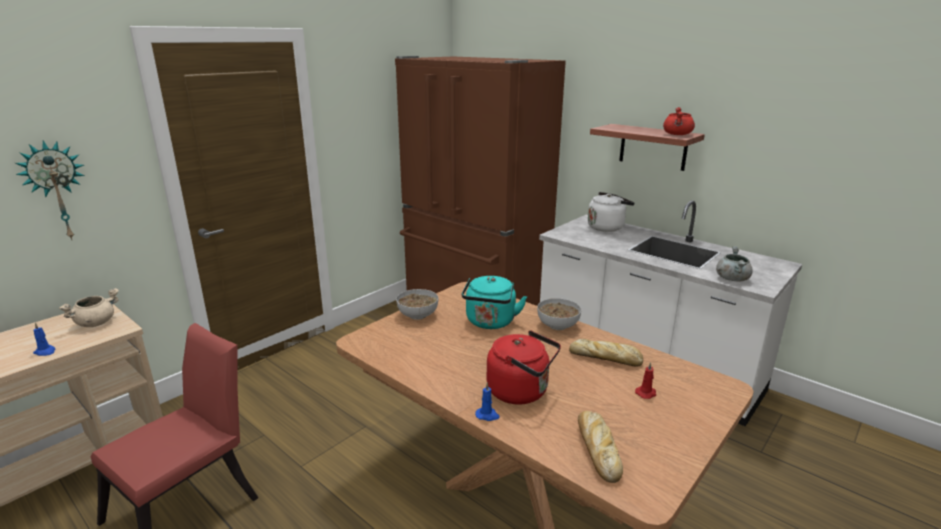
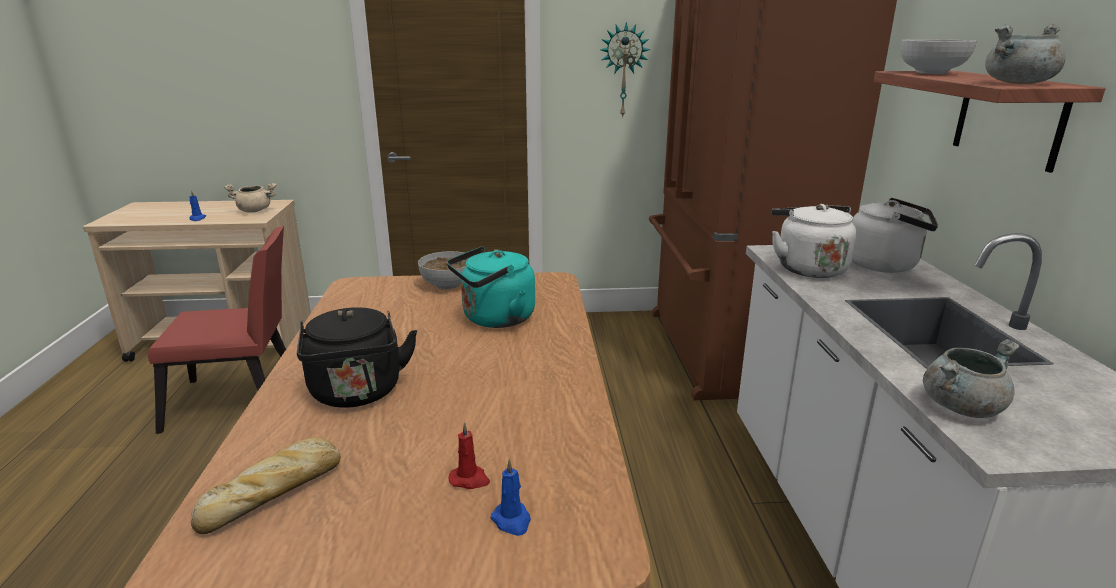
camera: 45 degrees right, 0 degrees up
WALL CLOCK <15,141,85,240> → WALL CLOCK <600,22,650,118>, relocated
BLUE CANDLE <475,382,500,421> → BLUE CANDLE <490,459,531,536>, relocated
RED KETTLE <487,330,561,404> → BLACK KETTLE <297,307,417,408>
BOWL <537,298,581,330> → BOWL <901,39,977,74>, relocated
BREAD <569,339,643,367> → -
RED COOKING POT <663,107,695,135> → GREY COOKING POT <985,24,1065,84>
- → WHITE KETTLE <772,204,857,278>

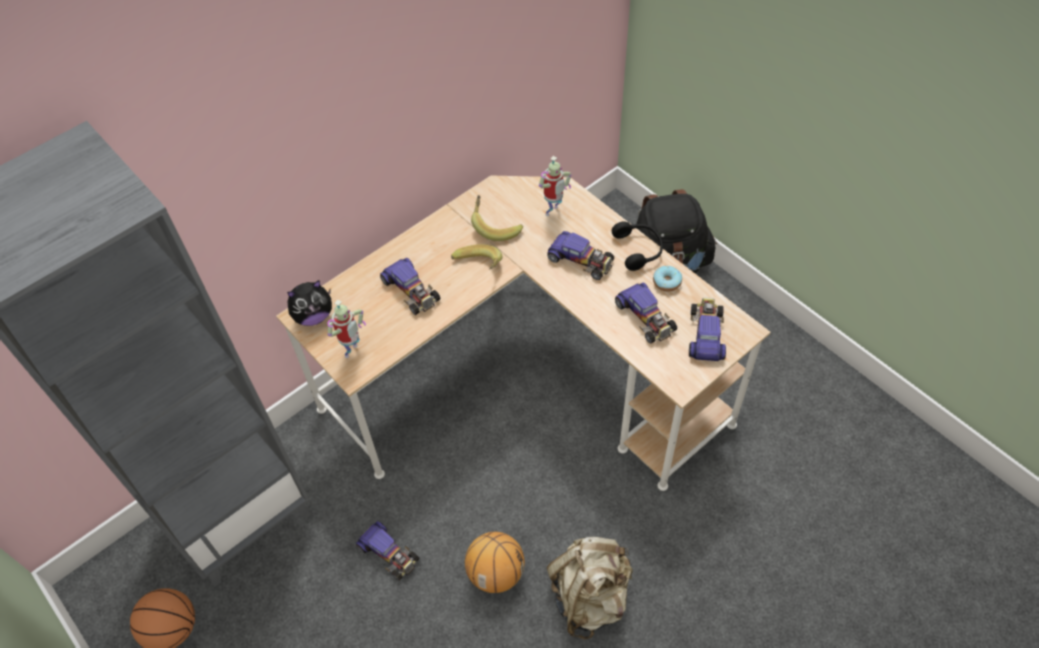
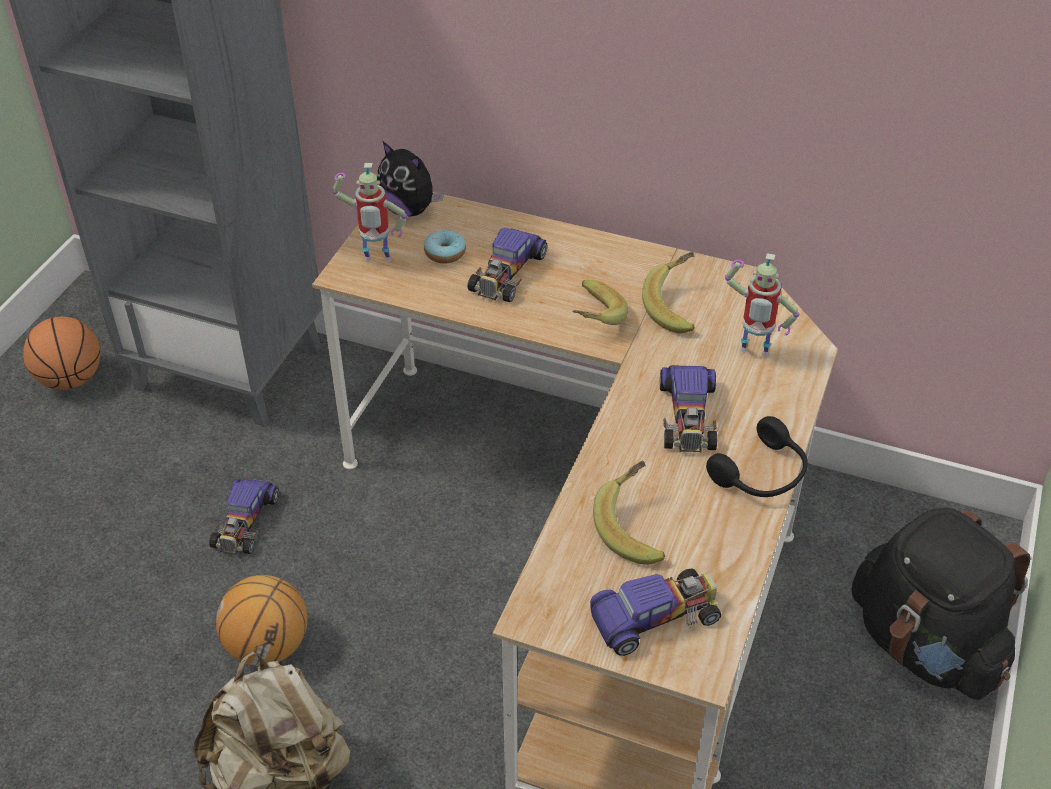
camera: 60 degrees right, 10 degrees down
TOY CAR <615,283,677,344> → BANANA <593,461,665,565>
DONUT <653,266,682,292> → DONUT <424,230,466,264>, relocated

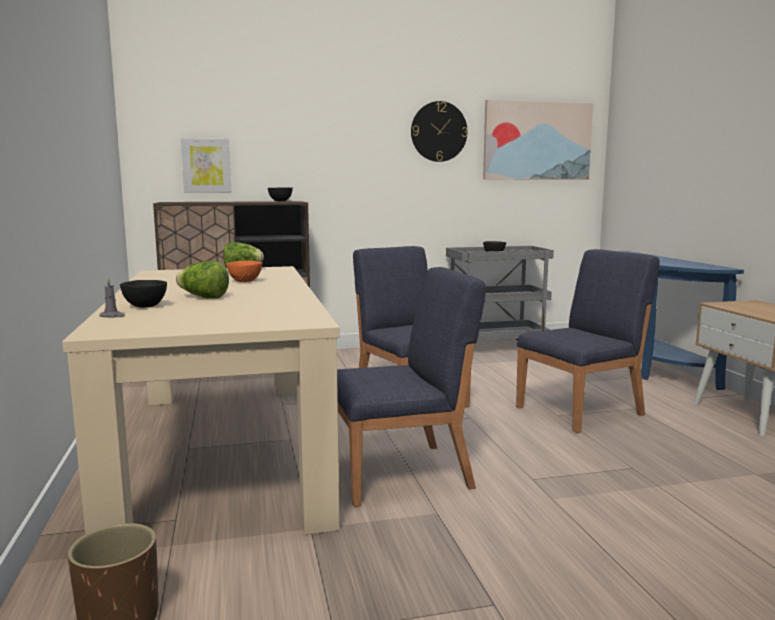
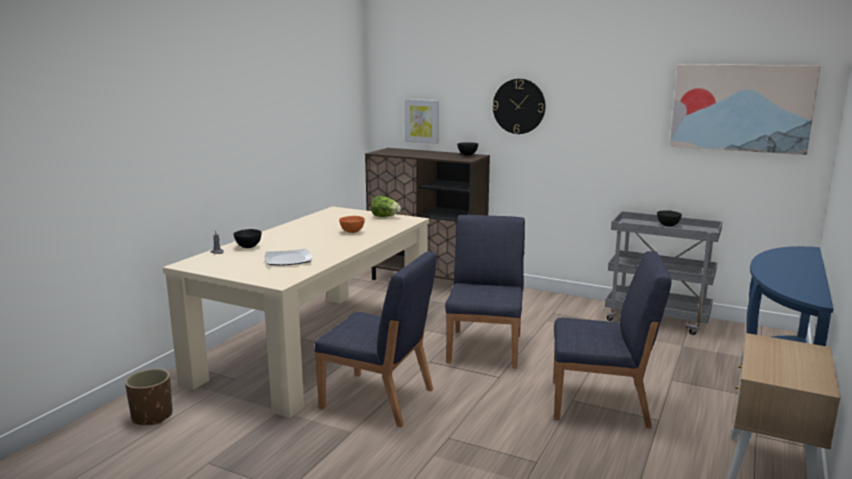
camera: 40 degrees right, 5 degrees up
LETTUCE <176,261,229,298> → -
WALL CLOCK <411,101,468,162> → WALL CLOCK <493,79,545,134>, relocated
- → PLATE <265,249,312,266>

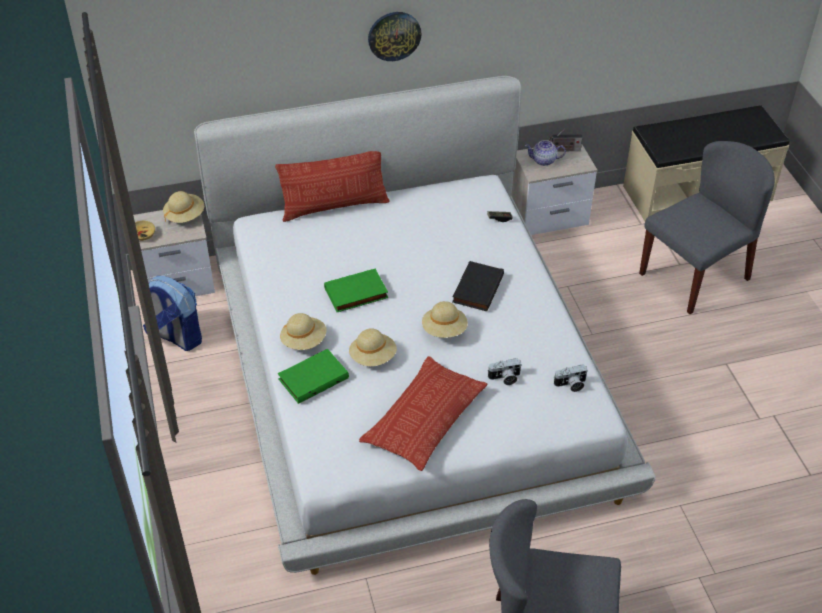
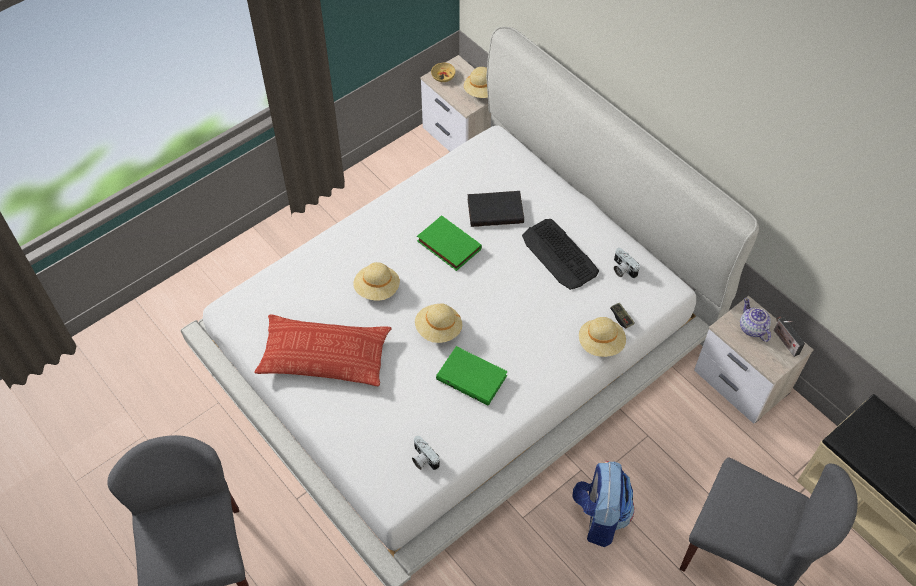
camera: 65 degrees right, 10 degrees up
BACKPACK <143,276,202,351> → BACKPACK <572,461,634,547>, relocated
PILLOW <275,151,390,222> → -
GREEN BOOK <278,349,349,404> → GREEN BOOK <436,346,508,406>, relocated
BEIGE HAT <280,313,327,350> → BEIGE HAT <579,317,626,357>, relocated
WALL CLOCK <368,12,422,61> → -
BLACK BOOK <452,261,504,312> → BLACK BOOK <468,191,524,227>, relocated
PHOTO CAMERA <487,358,522,385> → PHOTO CAMERA <614,248,640,278>, relocated
- → KEYBOARD <522,219,599,290>

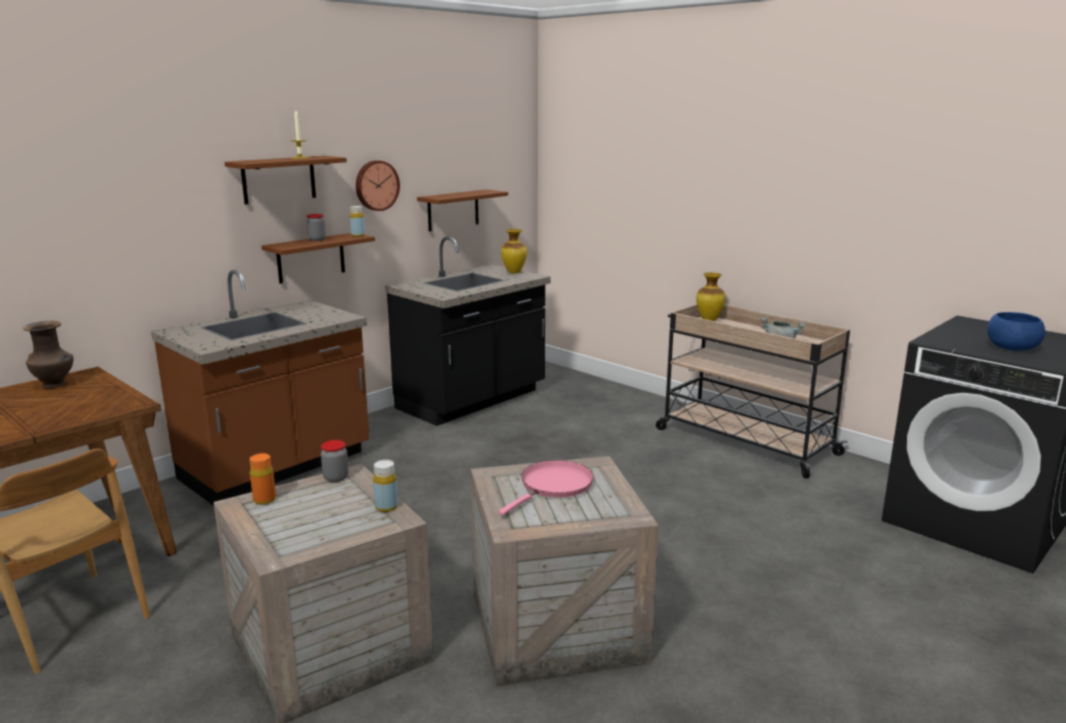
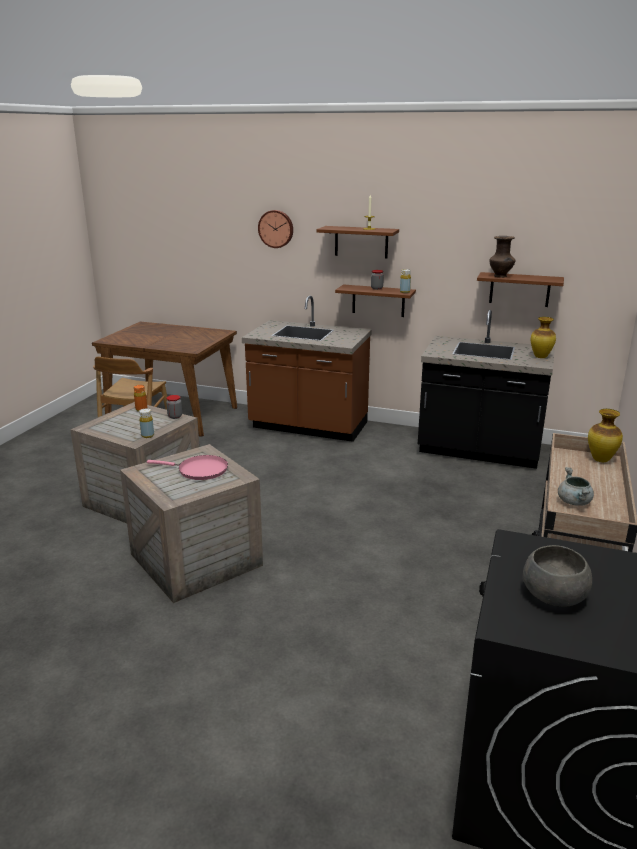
camera: 65 degrees right, 5 degrees up
BROWN VASE <23,321,73,388> → BROWN VASE <489,236,516,278>, relocated
WALL CLOCK <356,160,400,211> → WALL CLOCK <258,210,293,248>, relocated
BLUE BOWL <987,312,1045,351> → GREY BOWL <523,545,592,607>

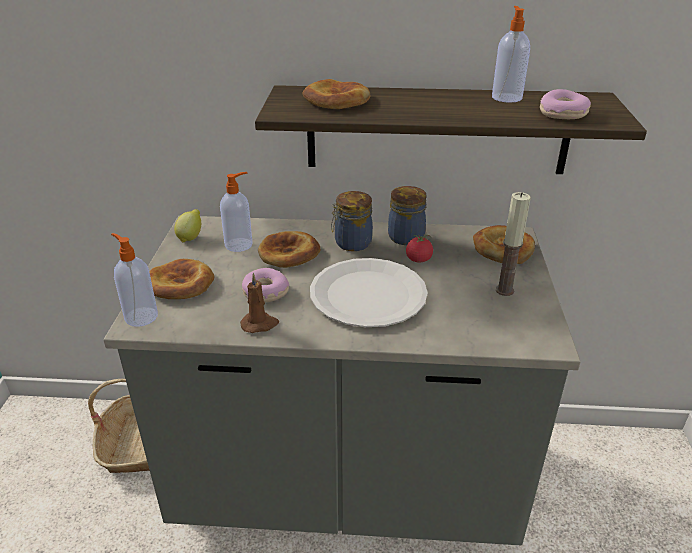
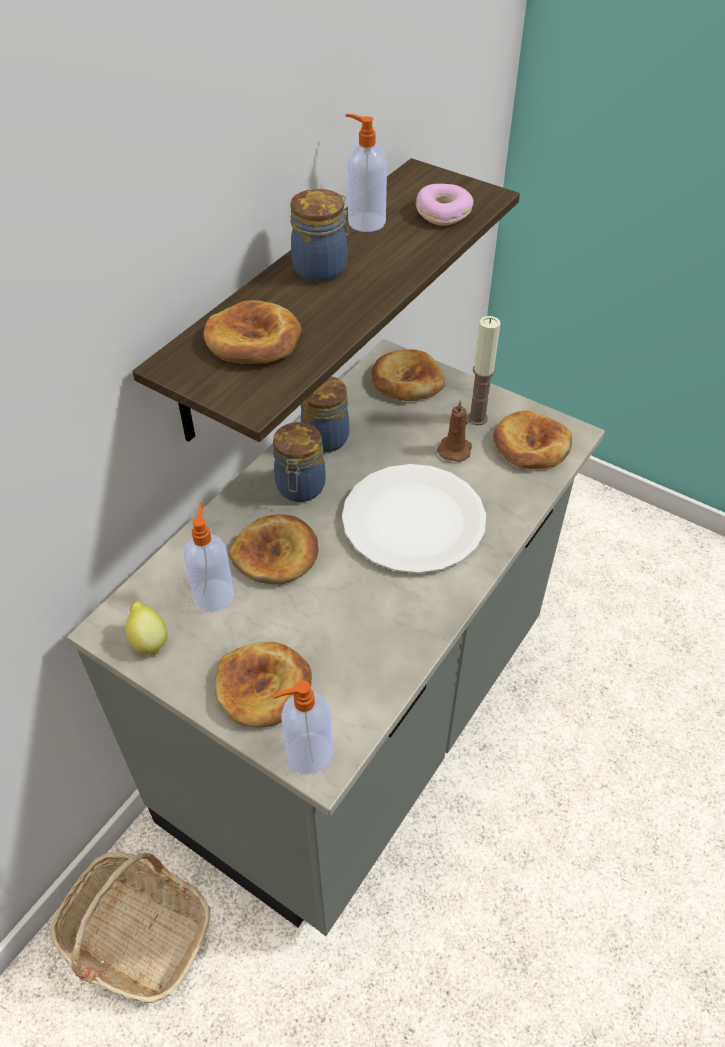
camera: 60 degrees left, 15 degrees up
BROWN CANDLE <240,273,279,333> → BROWN CANDLE <437,399,472,462>, relocated
DONUT <242,268,289,303> → -
TOMATO <406,235,433,262> → -
- → JAR <290,189,349,282>
- → BREAD <493,410,572,469>

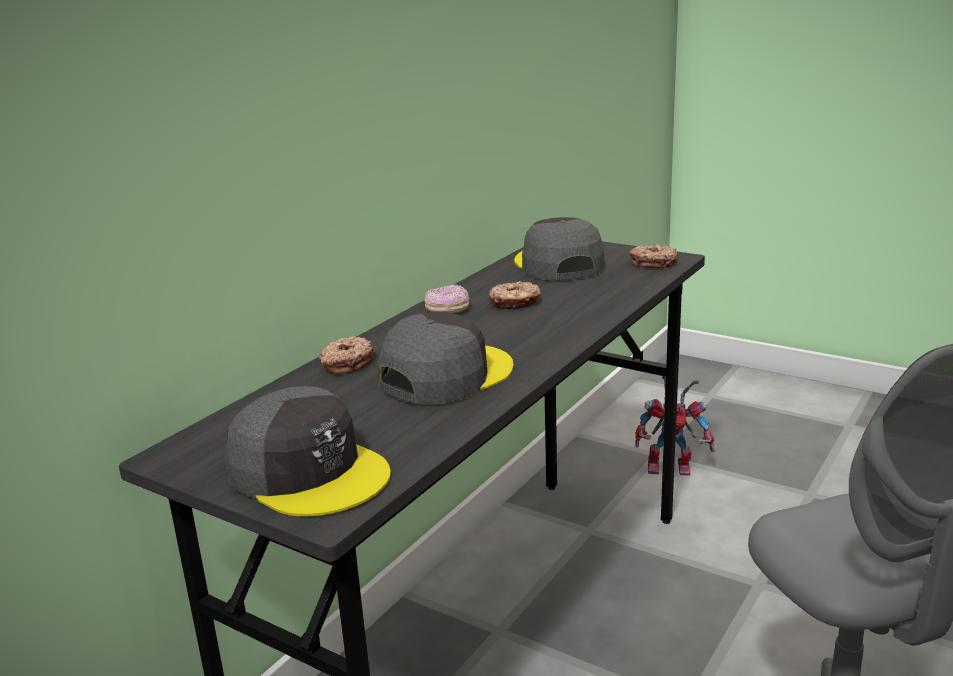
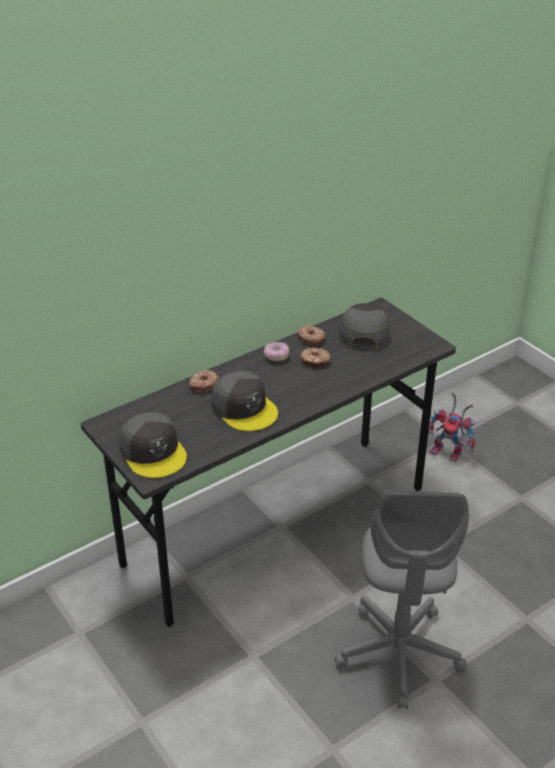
camera: 20 degrees right, 15 degrees up
GREY CAP <378,312,514,405> → GREY CAP <211,371,278,431>, 75 degrees clockwise
DONUT <629,244,678,268> → DONUT <298,325,326,345>, relocated

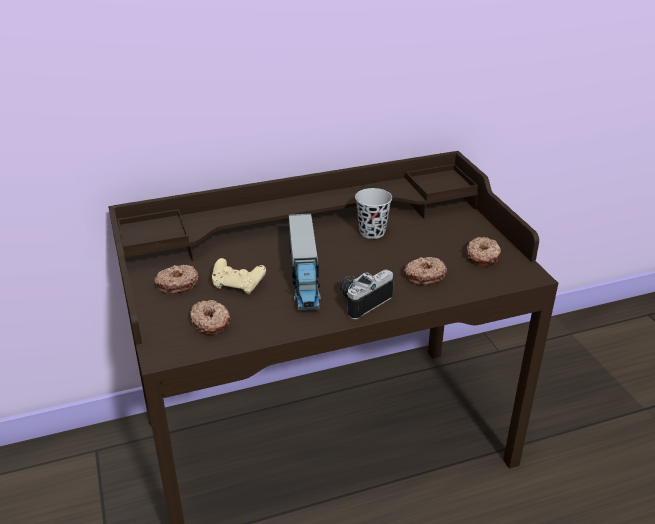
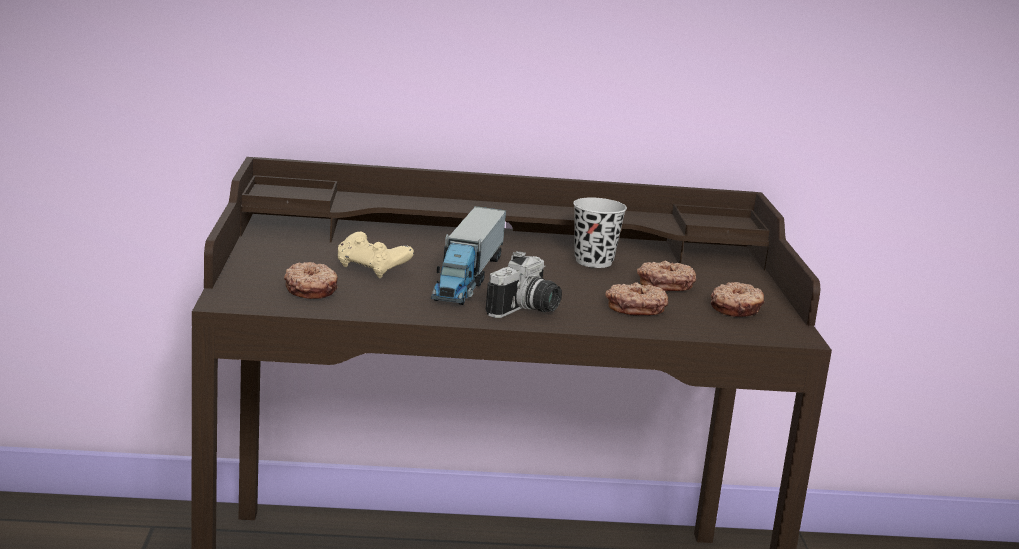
camera: 15 degrees right, 15 degrees down
DONUT <155,265,199,294> → DONUT <637,260,696,291>, relocated
PHOTO CAMERA <340,270,394,319> → PHOTO CAMERA <486,251,562,318>, 150 degrees clockwise

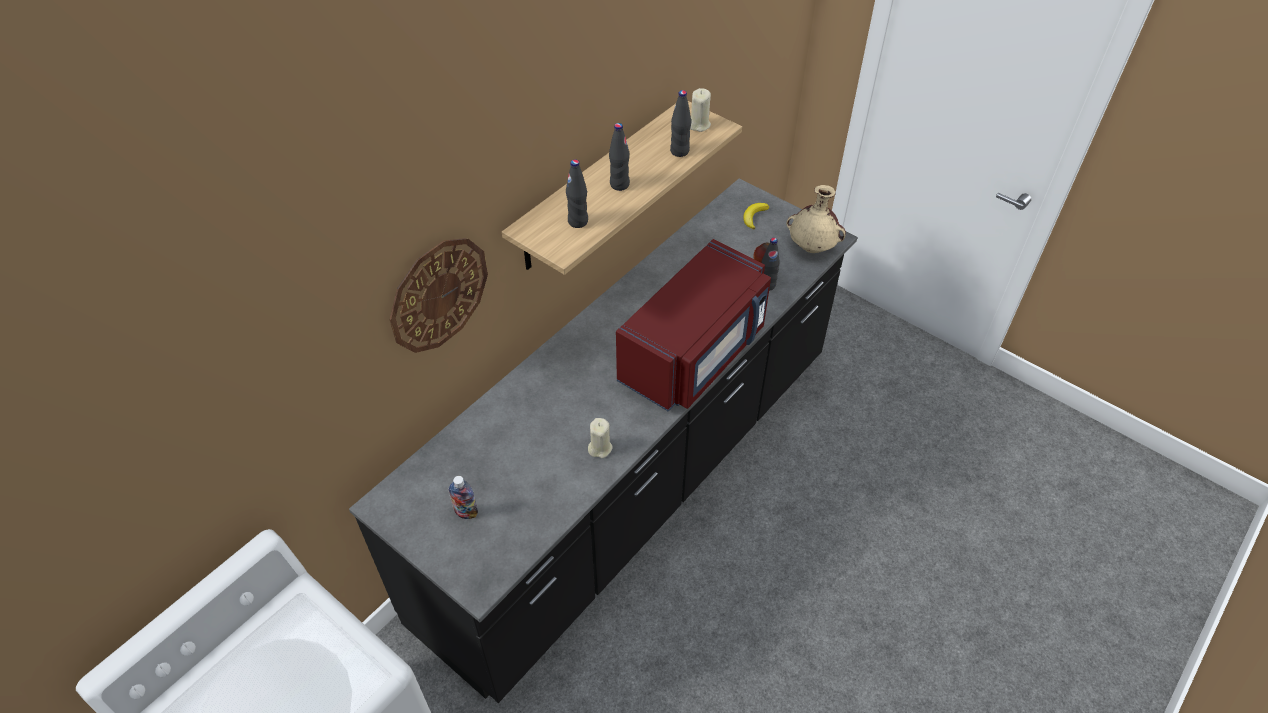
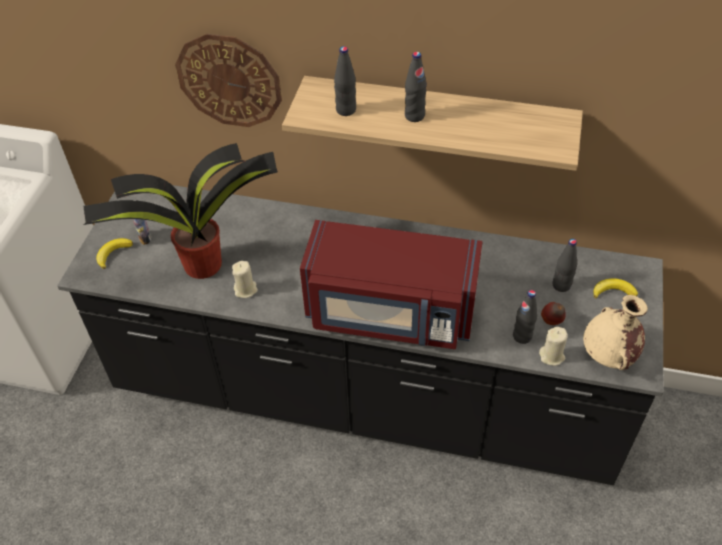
camera: 65 degrees right, 0 degrees up
BLACK BOTTLE <670,90,691,157> → BLACK BOTTLE <552,239,577,292>, relocated
BEIGE CANDLE <690,88,711,132> → BEIGE CANDLE <539,327,568,366>, relocated
- → POTTED PLANT <83,143,278,279>
- → BANANA <96,238,133,269>

